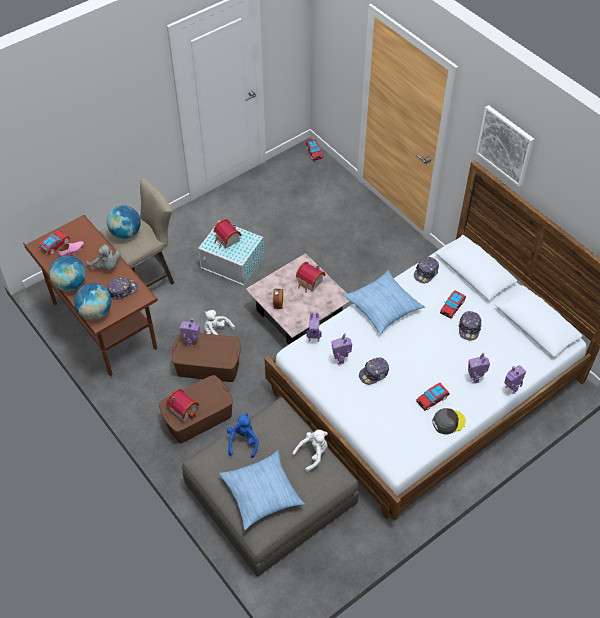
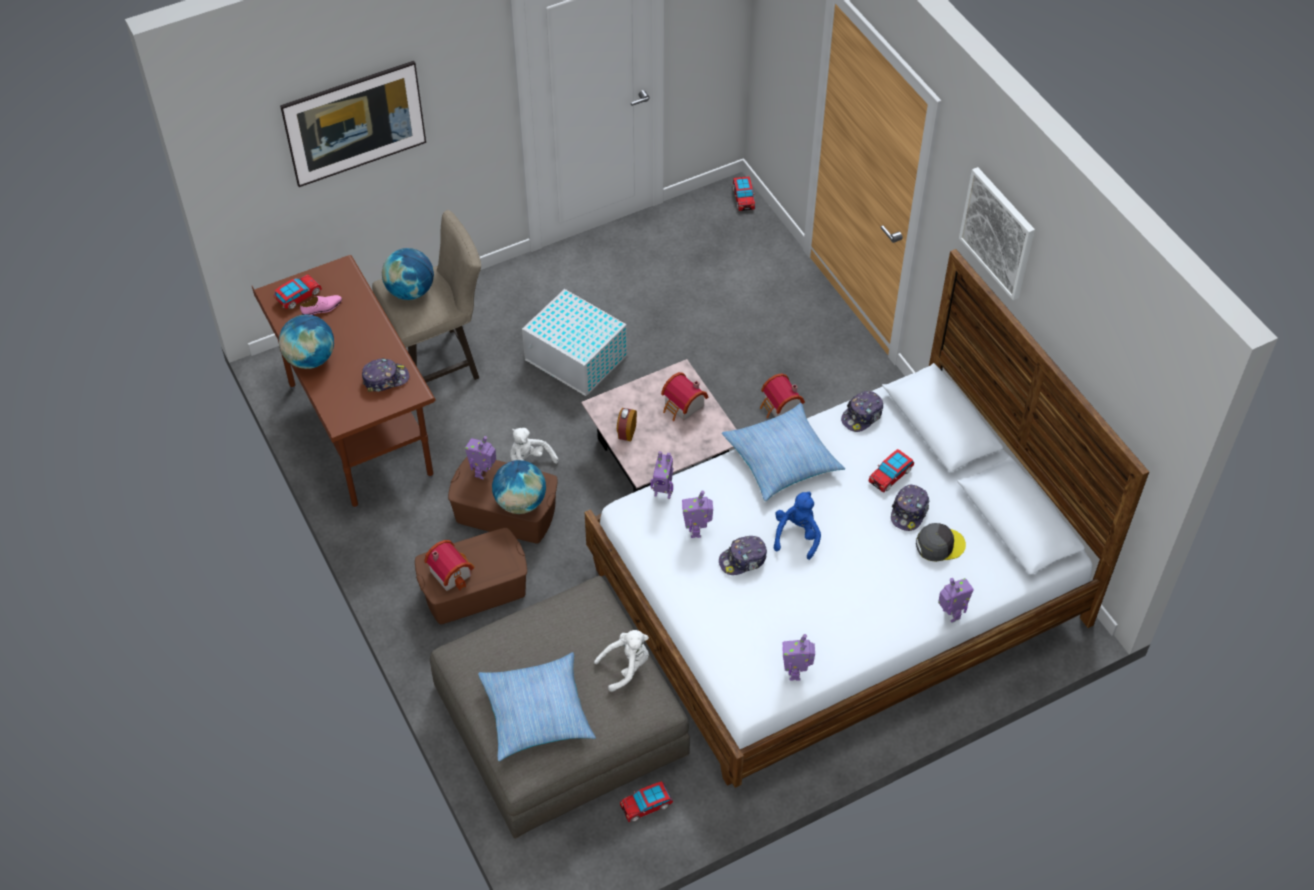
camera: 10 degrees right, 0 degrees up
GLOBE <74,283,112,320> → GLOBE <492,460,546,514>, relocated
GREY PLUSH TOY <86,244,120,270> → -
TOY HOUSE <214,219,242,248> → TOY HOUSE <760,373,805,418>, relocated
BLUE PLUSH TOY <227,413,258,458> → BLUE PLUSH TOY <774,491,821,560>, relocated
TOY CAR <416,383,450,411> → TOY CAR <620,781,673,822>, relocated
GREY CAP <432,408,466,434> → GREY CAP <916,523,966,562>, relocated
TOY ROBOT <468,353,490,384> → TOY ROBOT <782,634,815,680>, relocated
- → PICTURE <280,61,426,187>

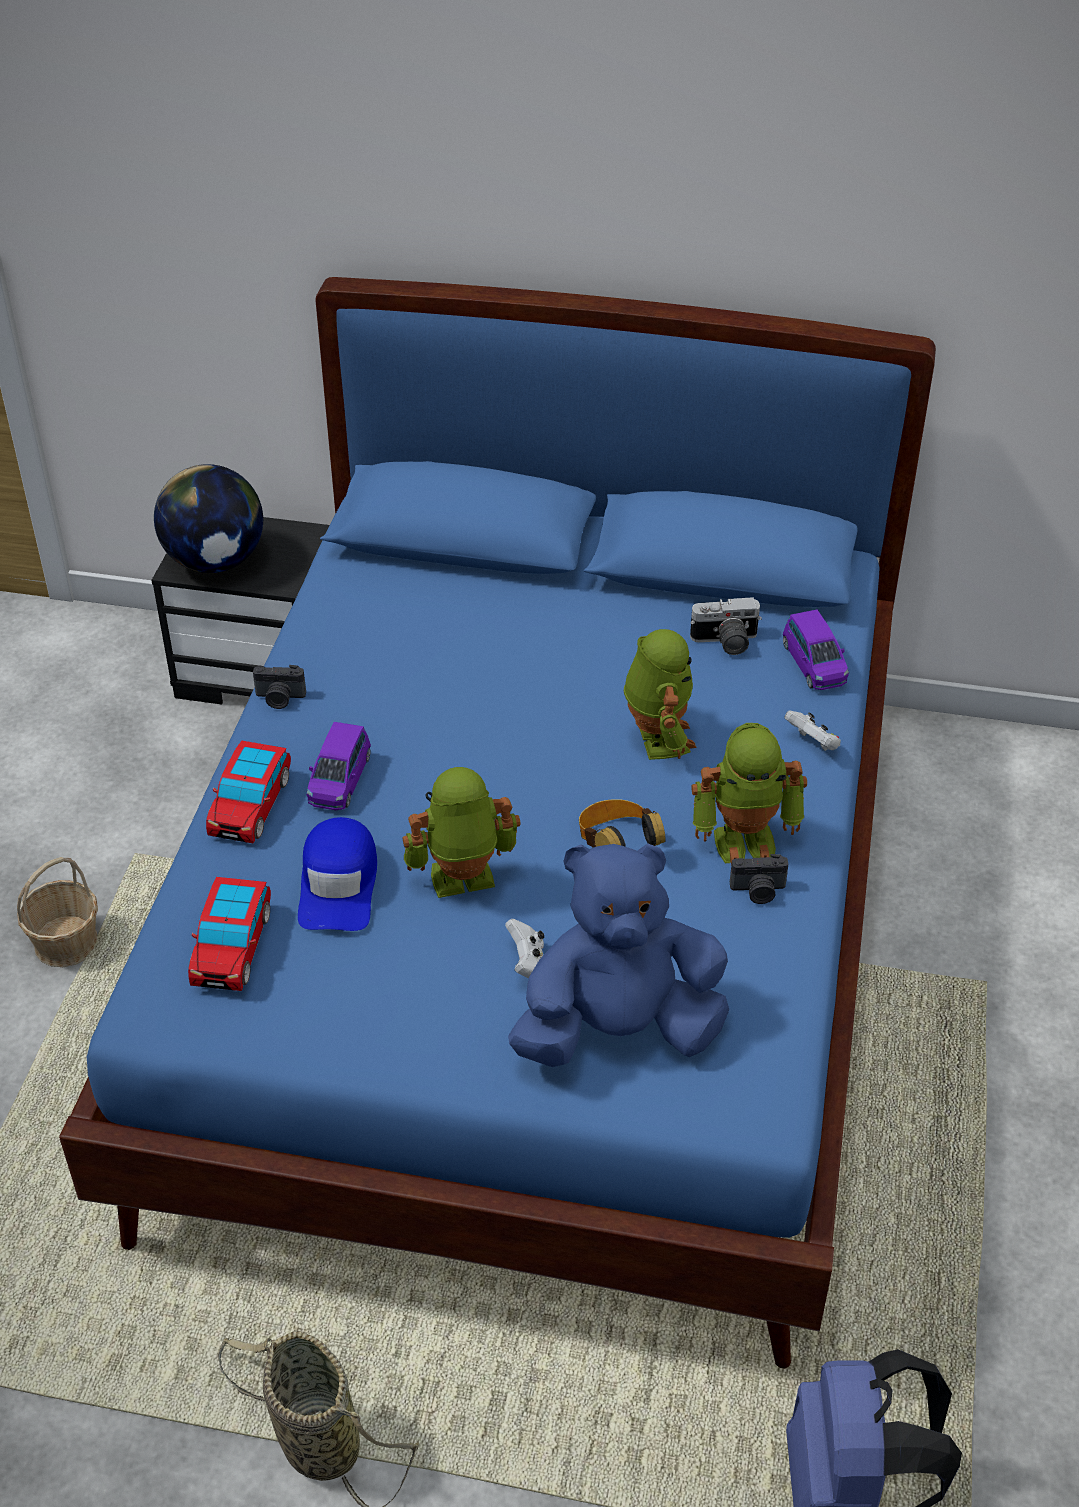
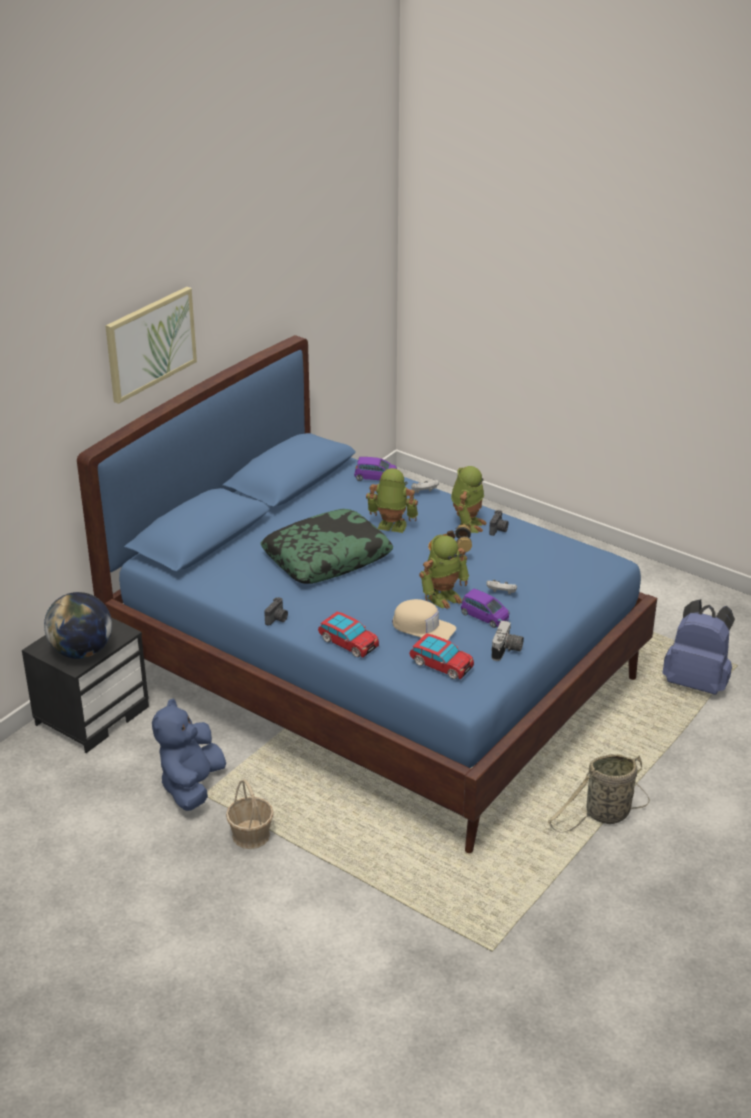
camera: 65 degrees left, 10 degrees down
BLUE CAP <298,817,377,931> → BEIGE CAP <392,599,456,640>
PURPLE TOY CAR <306,722,371,810> → PURPLE TOY CAR <461,588,510,628>, relocated
TOY ROBOT <403,767,521,898> → TOY ROBOT <419,535,469,609>, 135 degrees counterclockwise
BLUE PLUSH TOY <508,843,729,1067> → BLUE PLUSH TOY <152,699,226,811>, relocated
PHOTO CAMERA <690,597,762,655> → PHOTO CAMERA <491,621,524,661>, relocated
- → PICTURE <105,287,197,404>
- → PILLOW <260,509,393,584>

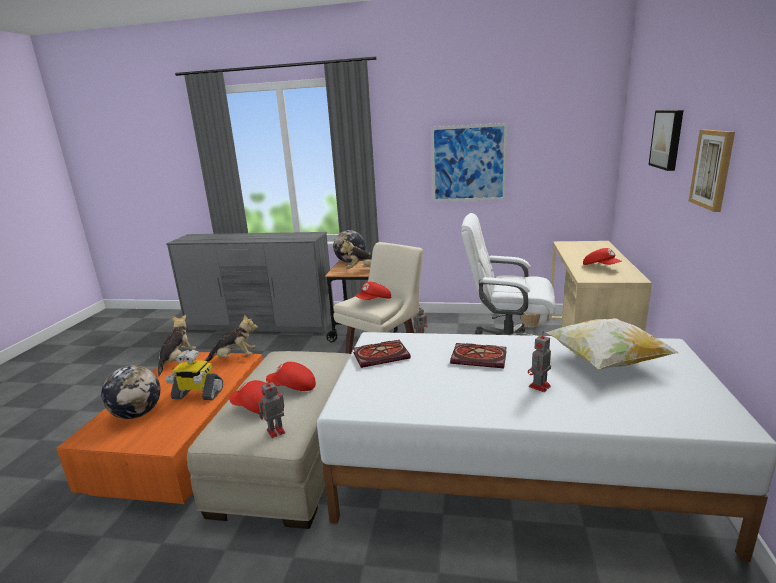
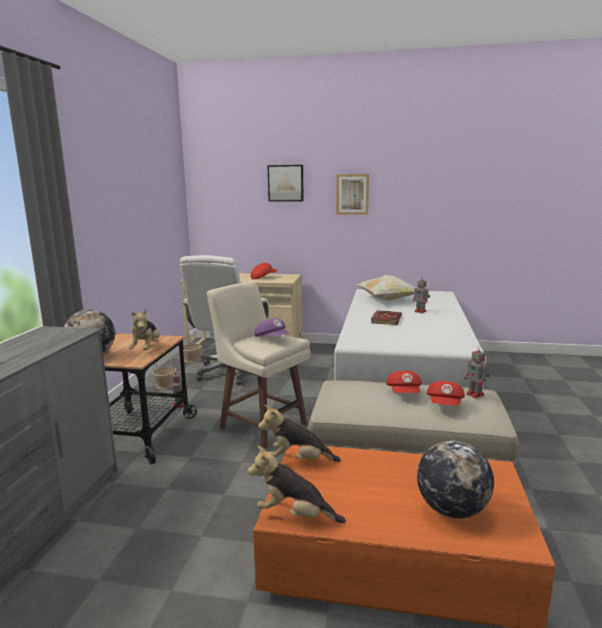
camera: 90 degrees left, 5 degrees down
TOY ROBOT <166,350,223,400> → -
PLUSH TOY <205,314,258,362> → PLUSH TOY <258,405,341,462>, 75 degrees counterclockwise
BOOK <353,340,411,368> → -
RED CAP <355,282,391,300> → PURPLE CAP <254,318,289,337>
PICTURE <431,123,508,202> → -
- → BASKET <152,354,177,389>

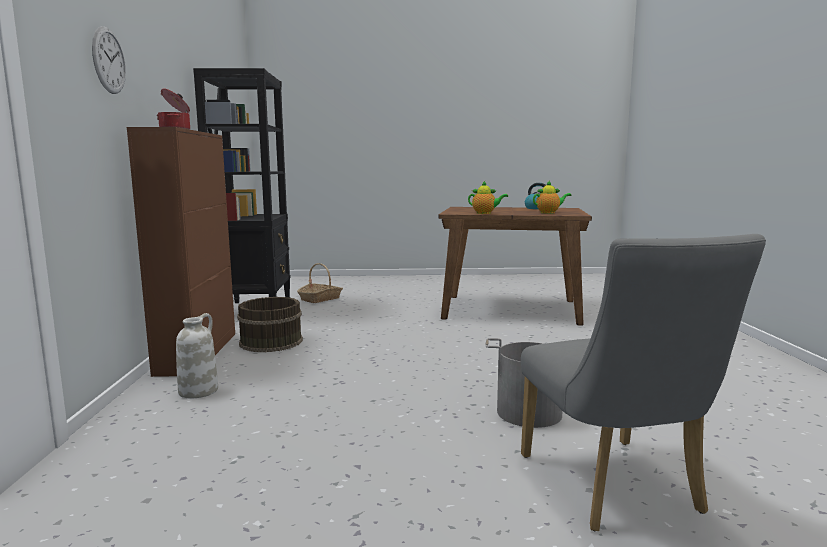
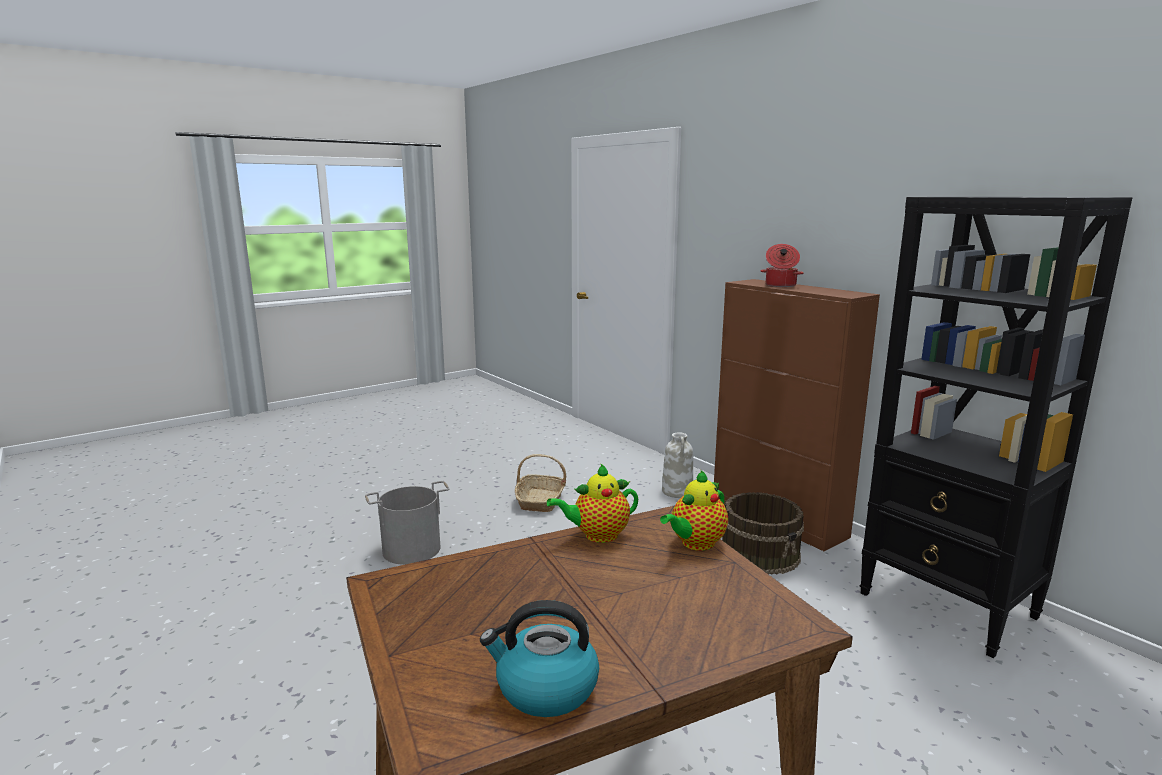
camera: 145 degrees right, 5 degrees up
WALL CLOCK <92,26,126,94> → -
BASKET <297,263,343,303> → BASKET <515,454,566,512>, relocated
GREY CHAIR <521,234,766,531> → -
TEAPOT <533,181,571,214> → TEAPOT <660,470,728,551>, relocated

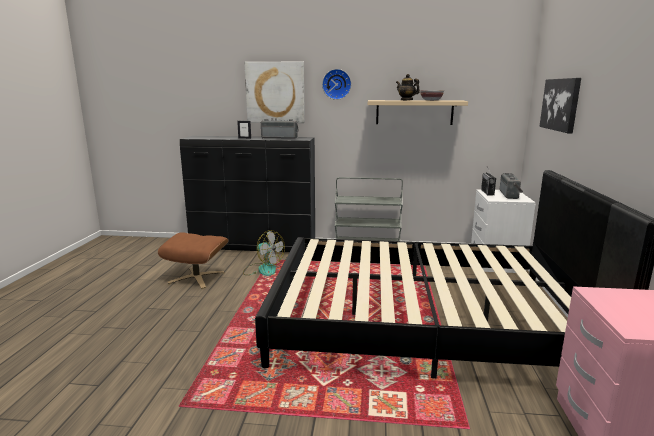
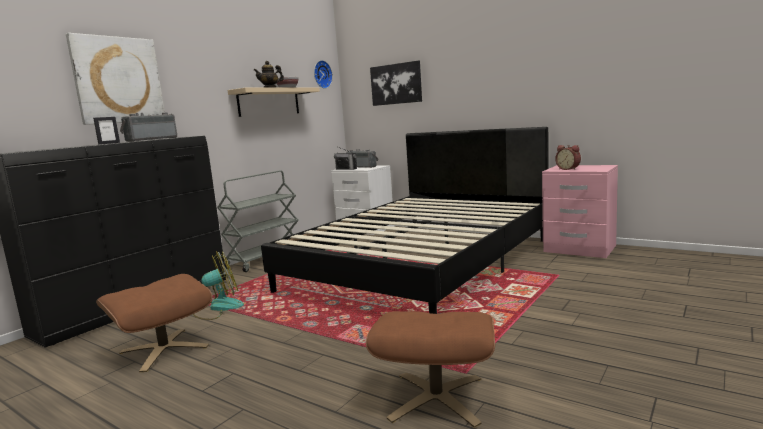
camera: 60 degrees left, 5 degrees down
WALL CLOCK <322,69,351,100> → WALL CLOCK <314,60,333,89>, relocated
- → BROWN OTTOMAN <366,311,495,428>
- → ALARM CLOCK <555,145,581,170>

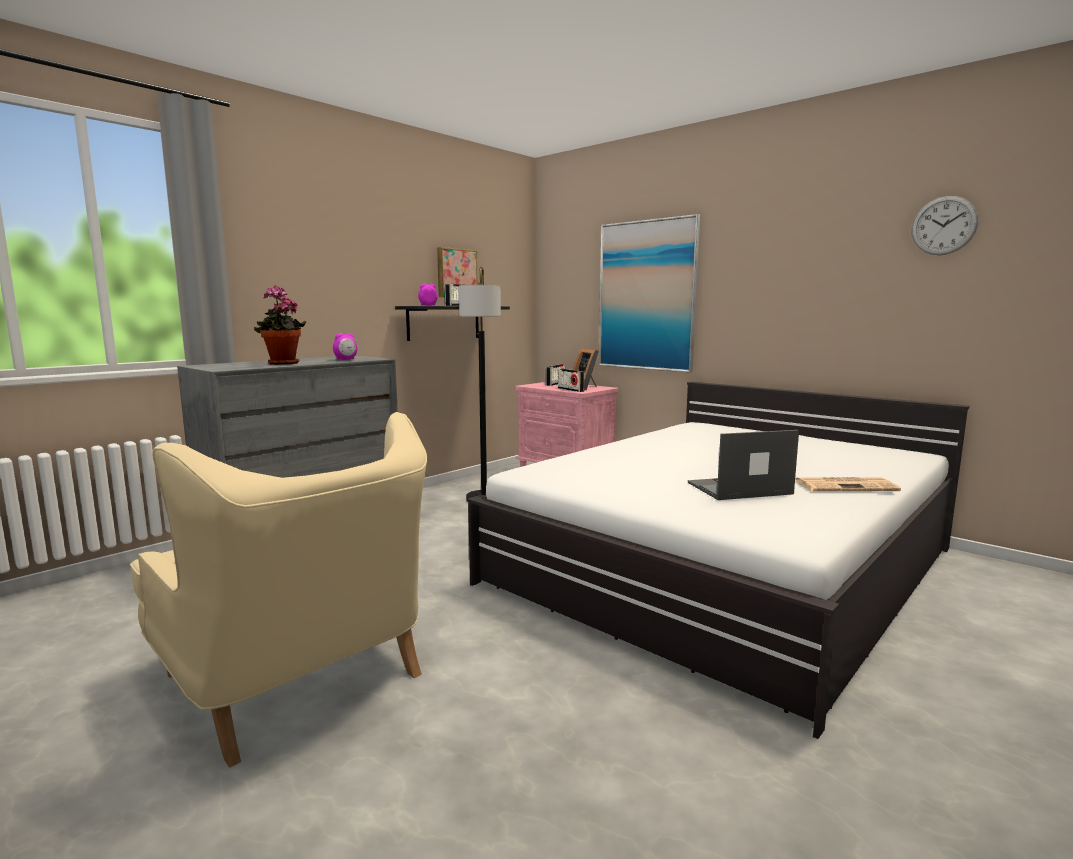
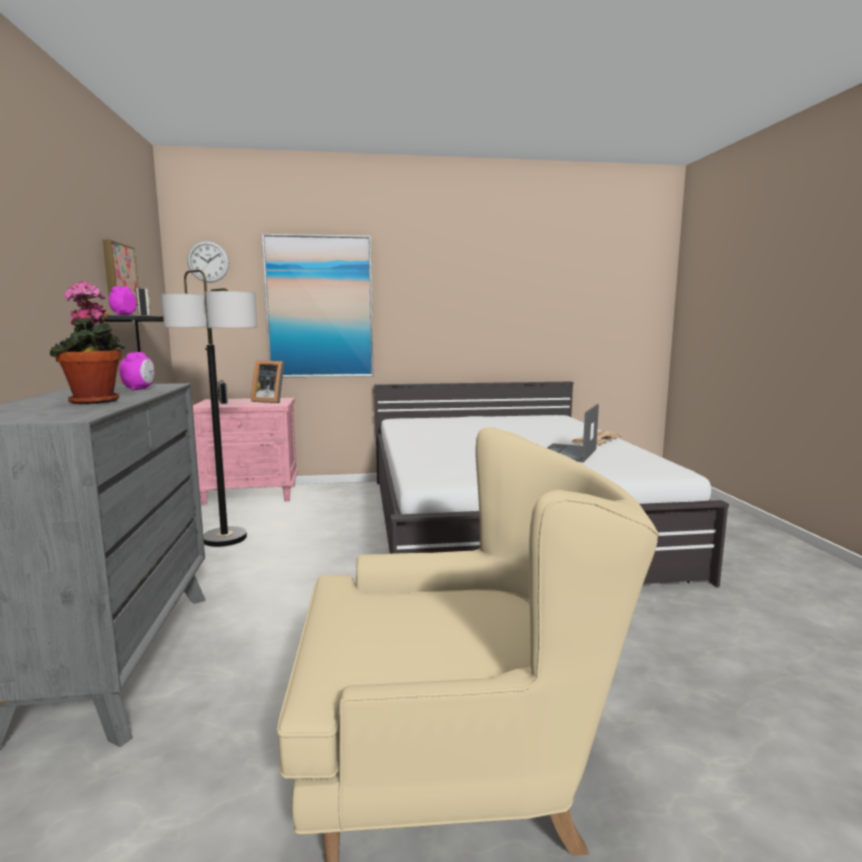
camera: 50 degrees left, 0 degrees up
RADIO <558,369,585,392> → -
WALL CLOCK <911,196,978,255> → WALL CLOCK <187,241,229,283>, relocated

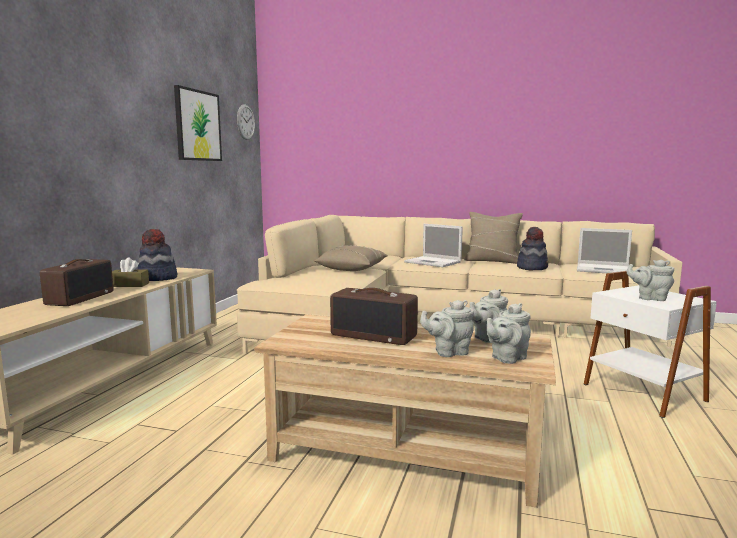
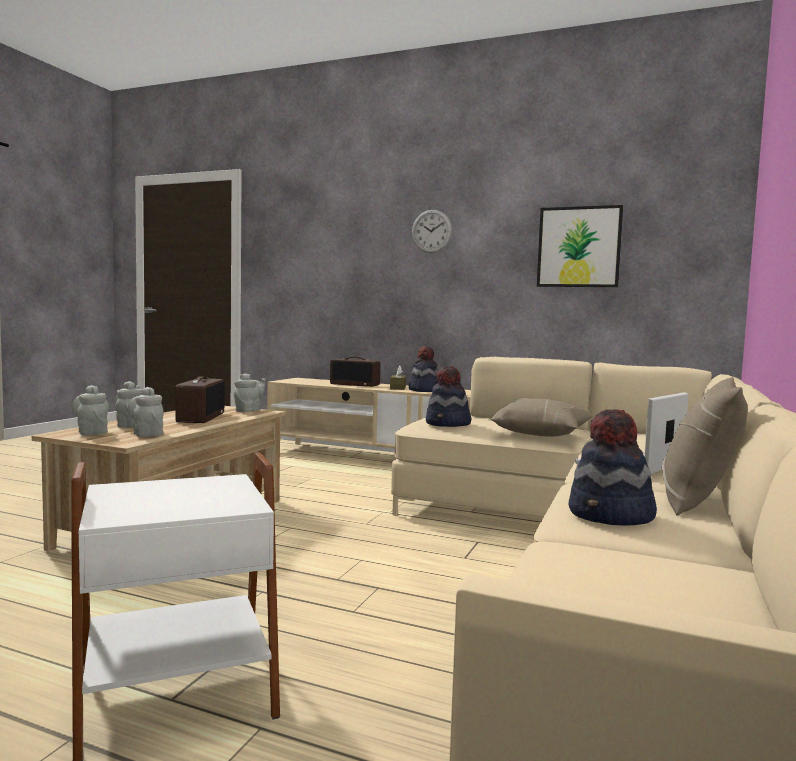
camera: 95 degrees right, 5 degrees down
WALL CLOCK <237,104,255,140> → WALL CLOCK <412,210,452,253>, relocated
RADIO <330,288,418,345> → RADIO <175,377,225,423>, 150 degrees clockwise
LAPTOP <577,228,632,273> → -
GREY TEAPOT <626,259,674,301> → GREY TEAPOT <234,373,266,412>, relocated
- → HAT <426,366,471,427>

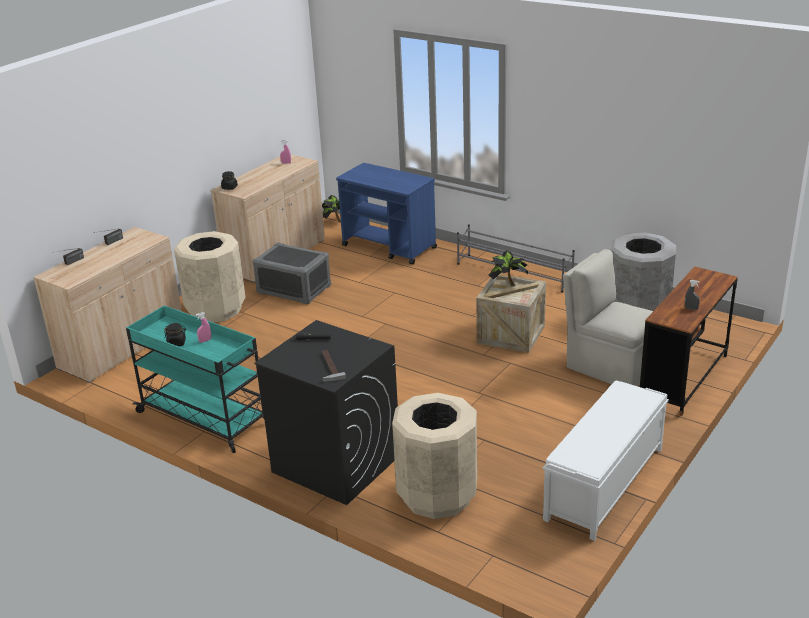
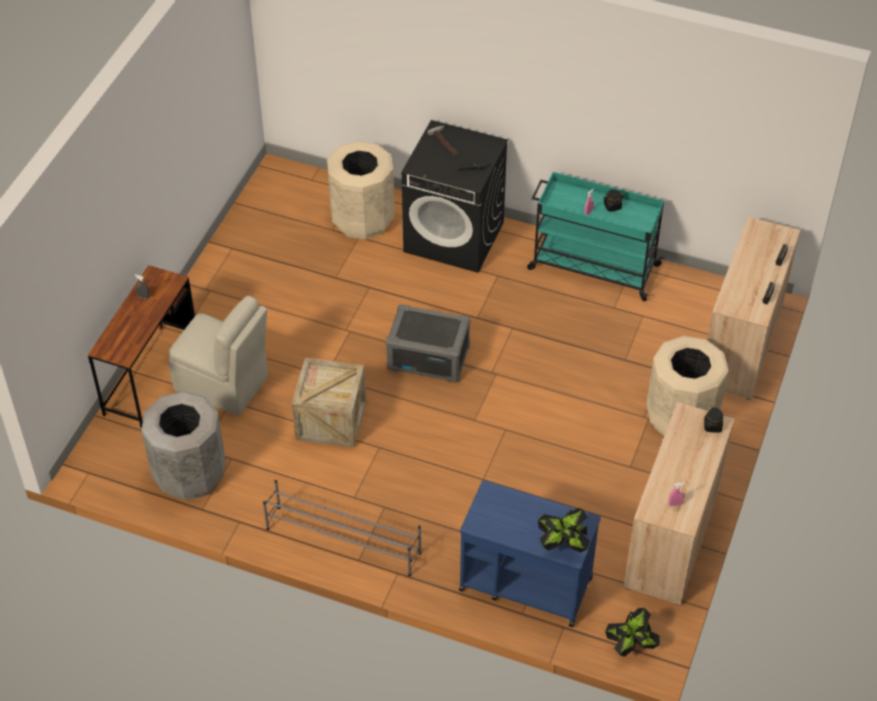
camera: 165 degrees right, 20 degrees up
GREY STORAGE BOX <253,242,331,304> → GREY STORAGE BOX <386,304,470,383>, relocated
POTTED PLANT <489,250,528,287> → POTTED PLANT <538,508,590,553>, relocated
WHITE BENCH <543,381,669,541> → -

